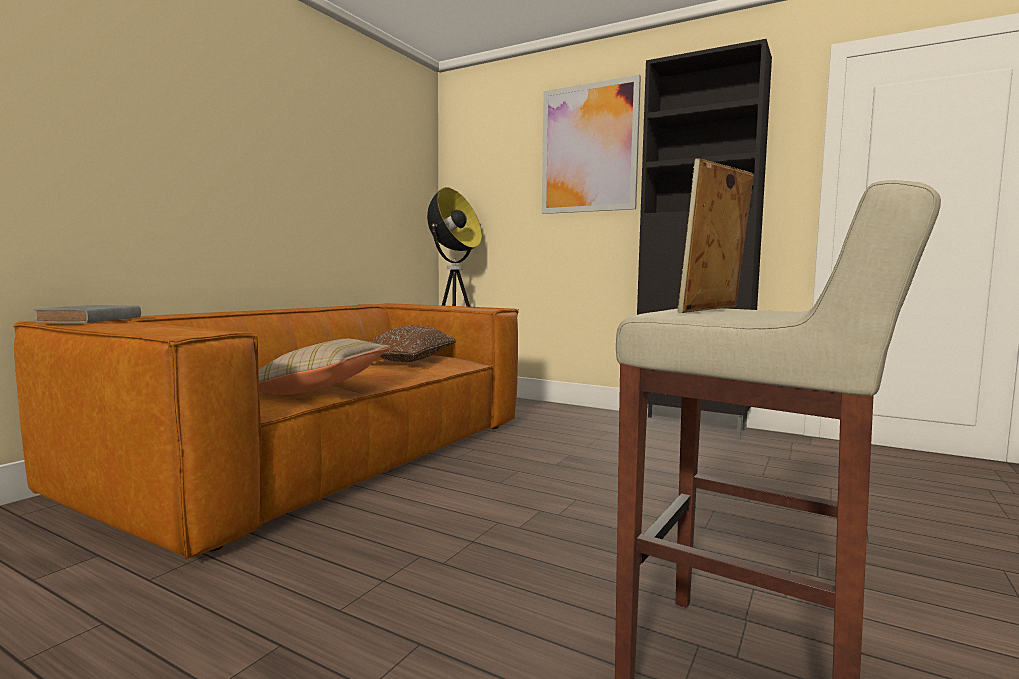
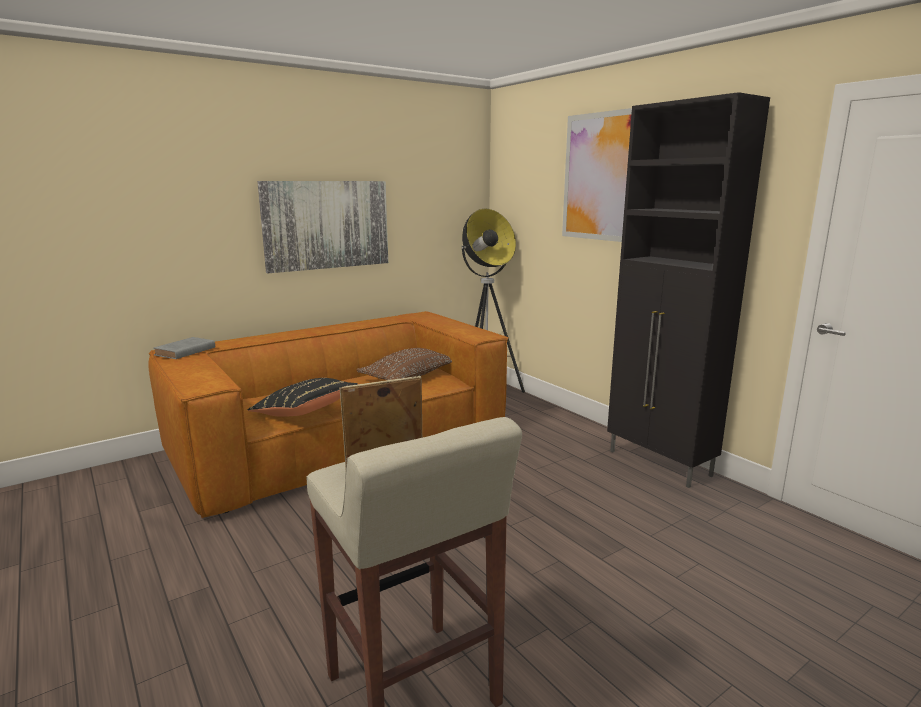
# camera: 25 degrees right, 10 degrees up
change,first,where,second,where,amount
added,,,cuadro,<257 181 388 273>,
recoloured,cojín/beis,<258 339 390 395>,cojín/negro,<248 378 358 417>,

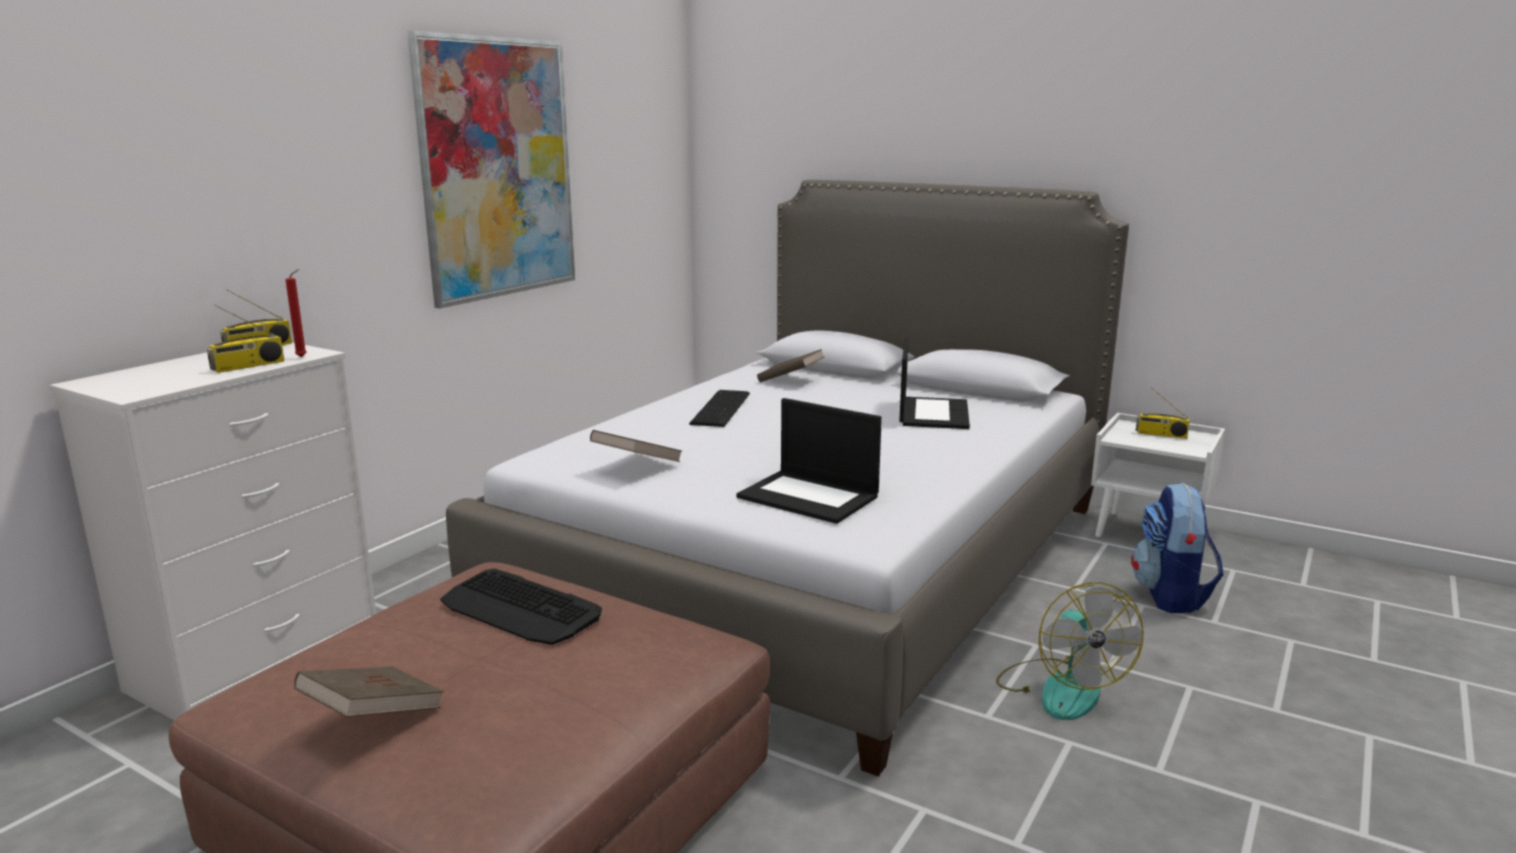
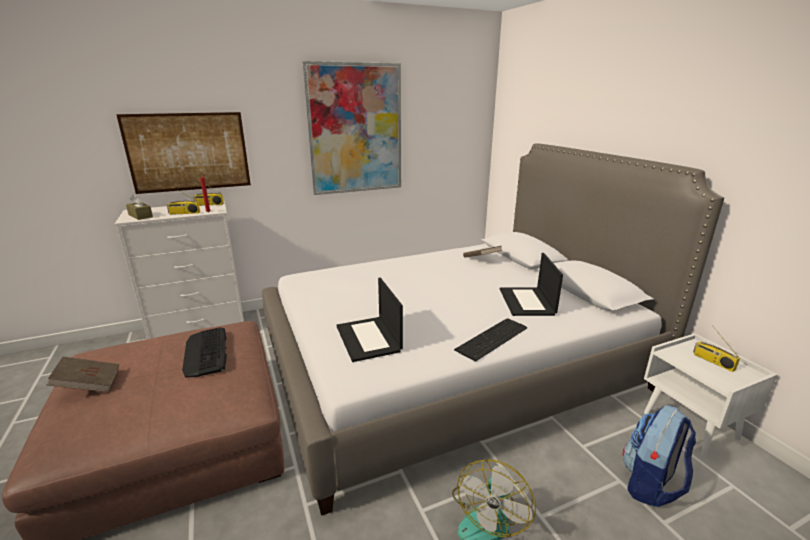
# camera: 35 degrees right, 5 degrees up
change,first,where,second,where,amount
removed,libro/marrón,<590 430 682 462>,,,
added,,,cuadro,<116 112 251 194>,
added,,,caja de pañuelos/marrón,<126 194 153 220>,
moved,teclado,<689 390 750 427>,,<454 319 527 362>,
turned,portátil,<899 338 970 429>,,<500 253 563 316>,135 degrees clockwise

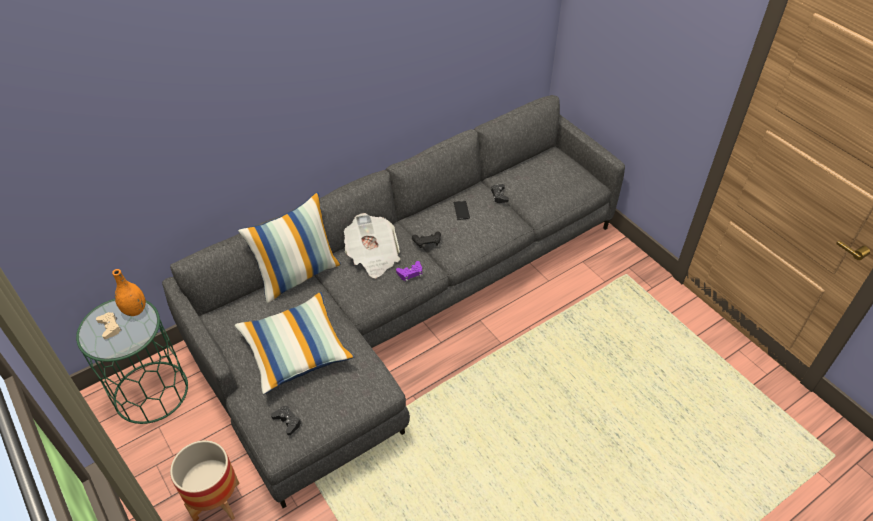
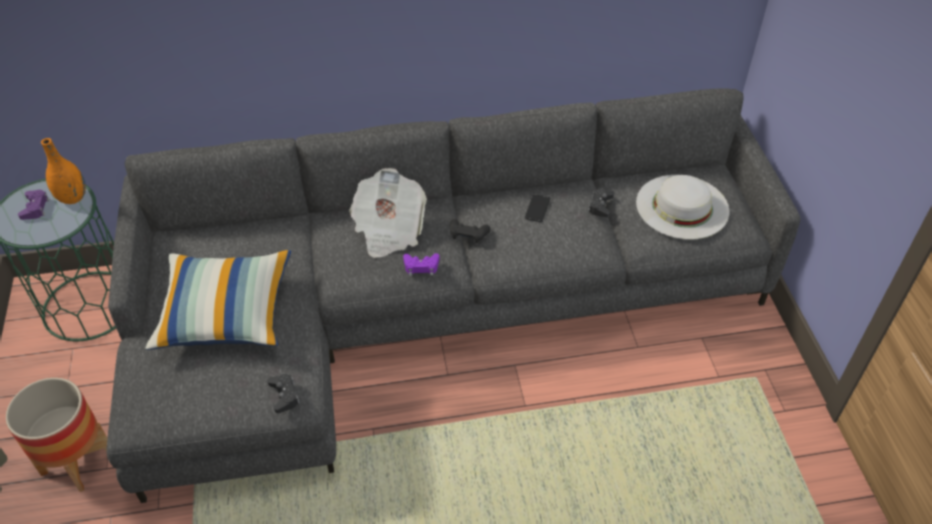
# camera: 25 degrees right, 0 degrees up
change,first,where,second,where,amount
removed,cojín,<238 192 341 303>,,,
added,,,sombrero/blanco,<636 175 730 240>,
moved,mando de consola/negro,<271 406 302 435>,,<267 374 300 413>,
recoloured,mando de consola/beis,<96 312 122 339>,mando de consola/morado,<18 190 49 220>,

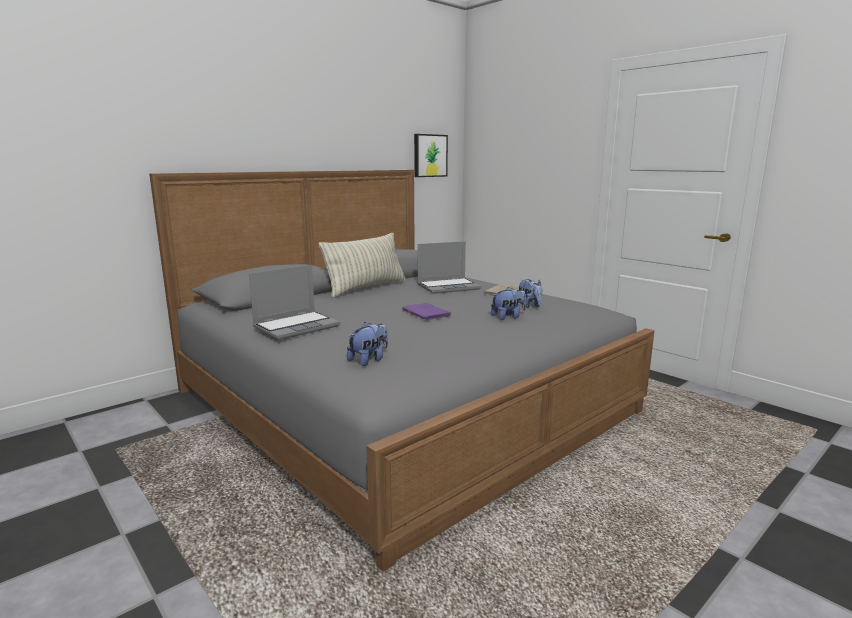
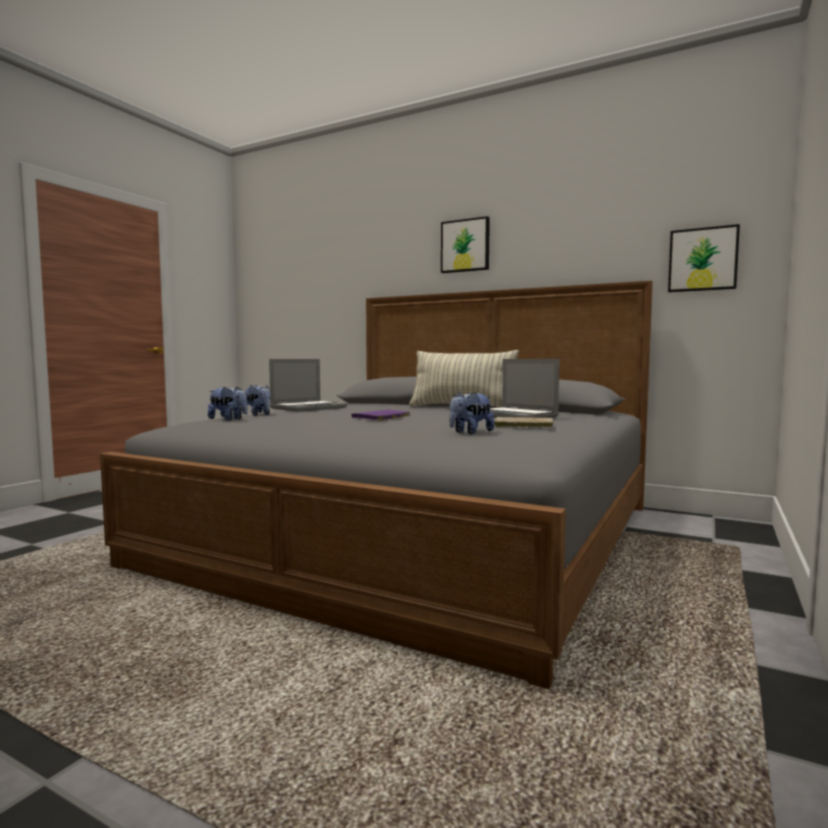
# camera: 70 degrees right, 10 degrees down
change,first,where,second,where,amount
added,,,cuadro,<441 216 490 273>,
moved,peluche,<491 287 526 320>,,<242 385 271 416>,
turned,portátil,<249 265 340 340>,,<269 359 347 412>,75 degrees counterclockwise

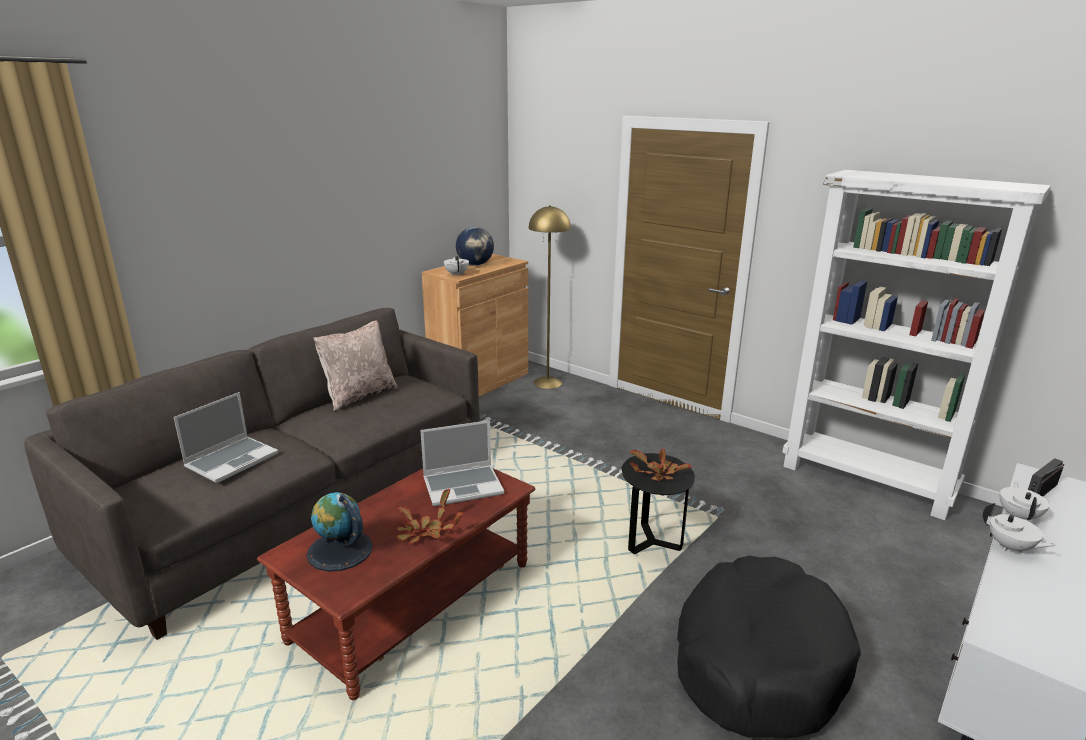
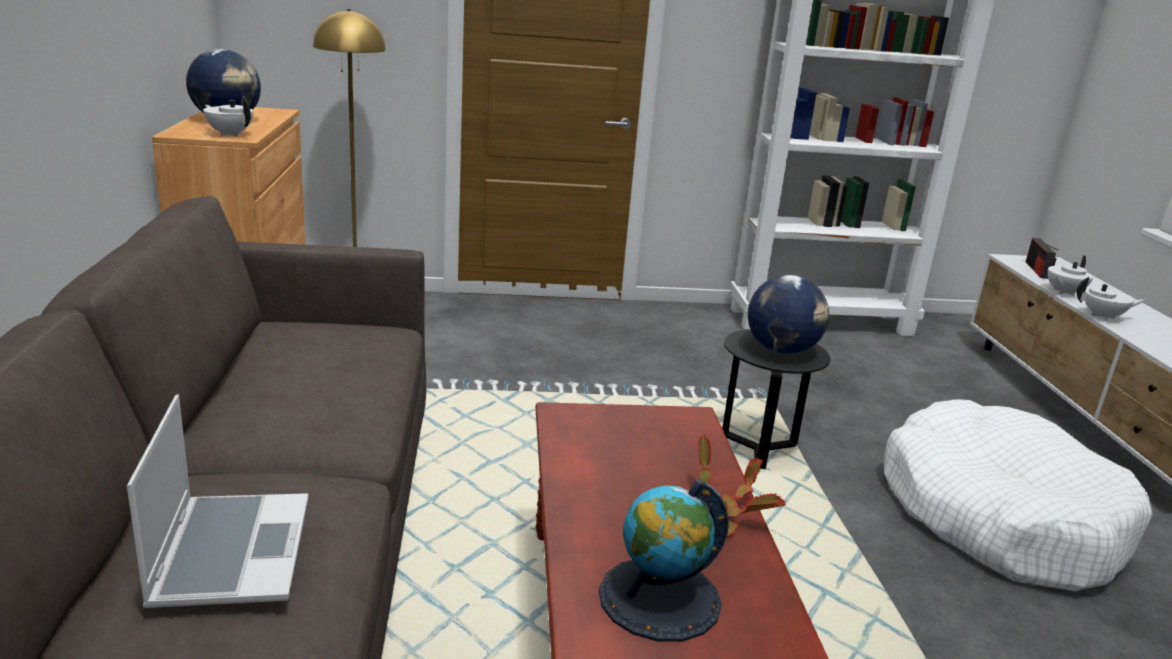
# camera: 45 degrees left, 0 degrees up
change,first,where,second,where,amount
removed,cojín/beis,<313 320 398 411>,,,
removed,portátil,<421 420 504 506>,,,
replaced,planta en maceta,<630 449 692 481>,globo terráqueo,<748 275 829 355>,
recoloured,cama para perro/negro,<677 556 861 738>,cama para perro/blanco,<884 399 1153 592>,
turned,tetera/blanco,<1000 482 1050 520>,,<1047 255 1093 296>,105 degrees counterclockwise

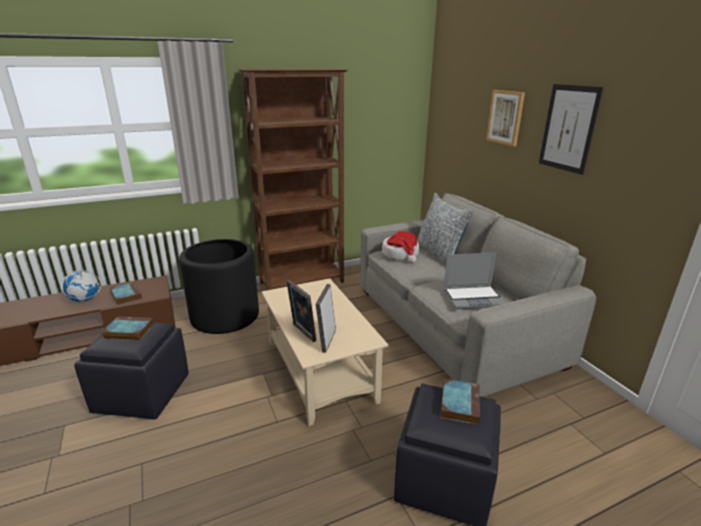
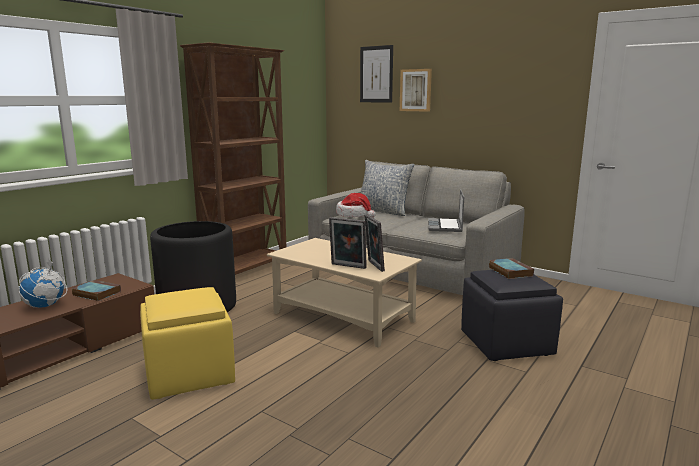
# camera: 30 degrees left, 10 degrees down
change,first,where,second,where,amount
removed,libro,<102 316 154 340>,,,
moved,cuadro,<539 84 604 175>,,<360 45 393 103>,
recoloured,puf/negro,<74 322 189 420>,puf/amarillo,<140 287 235 400>,
turned,portátil,<443 252 506 309>,,<428 189 464 232>,135 degrees clockwise

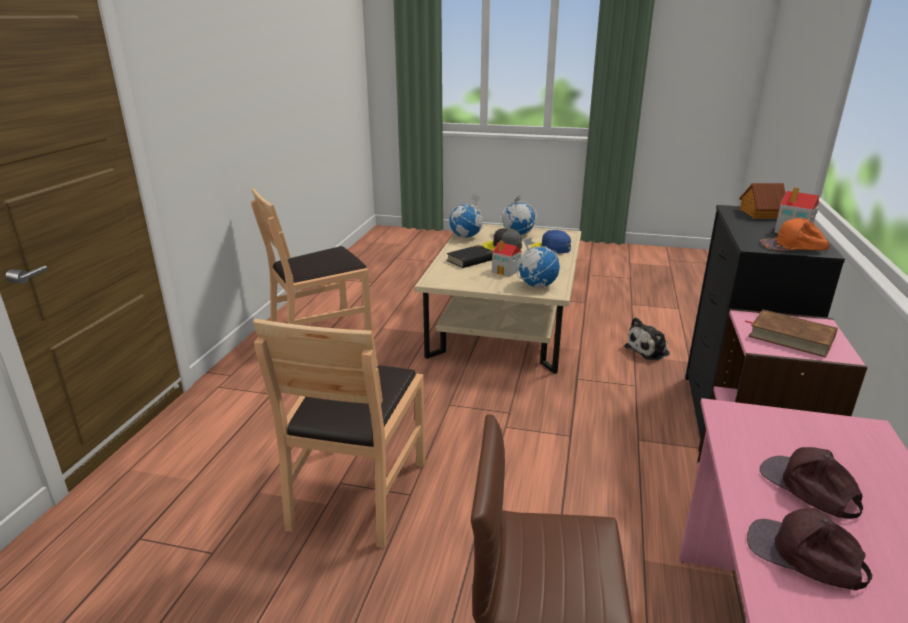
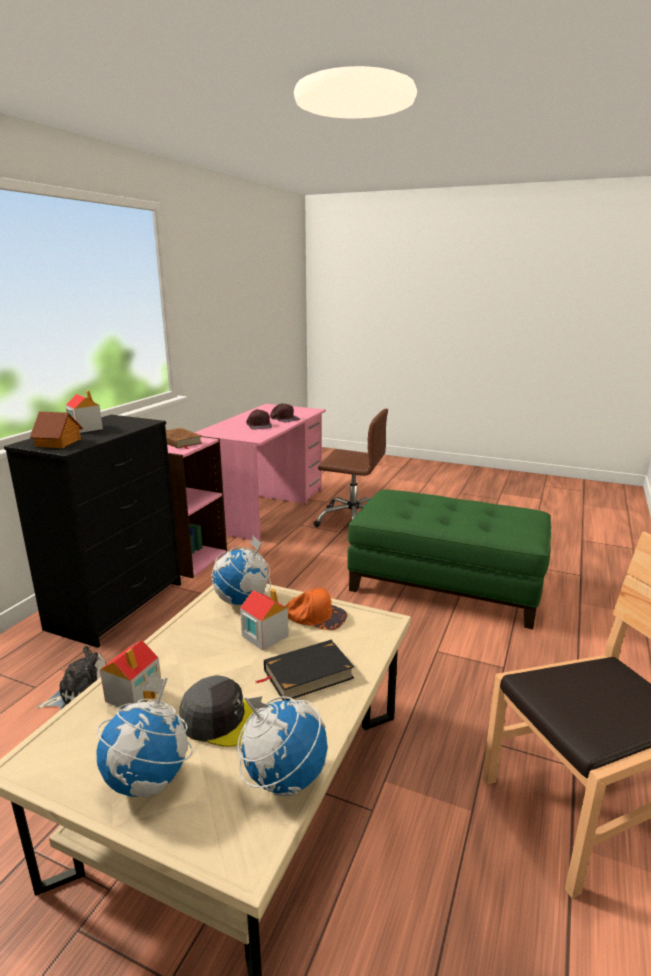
# camera: 170 degrees left, 5 degrees down
change,first,where,second,where,amount
moved,gorra/naranja,<760 218 830 251>,,<285 588 347 630>,
replaced,silla/marrón,<253 319 426 548>,puf/verde,<347 490 551 629>,
replaced,gorra/azul,<531 230 571 254>,casita,<100 640 162 709>,

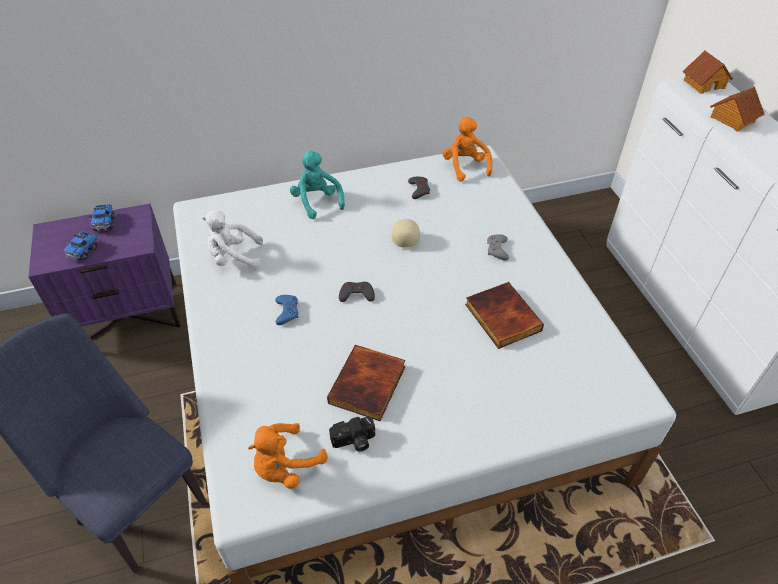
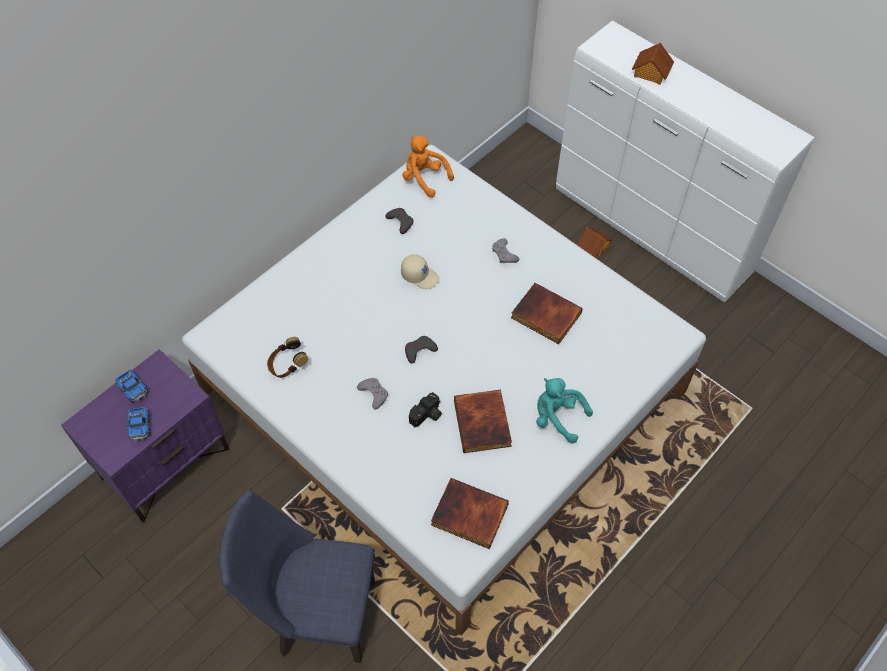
# camera: 30 degrees left, 10 degrees up
change,first,where,second,where,amount
moved,peluche/turquesa,<290 151 345 219>,,<536 378 593 443>,
moved,cámara,<329 417 375 452>,,<409 392 442 427>,
moved,casita,<682 50 733 94>,,<577 227 612 259>,
replaced,peluche/blanco,<202 210 263 269>,auriculares,<267 337 308 378>,
replaced,peluche/naranja,<248 423 327 489>,libro,<431 478 509 549>,
recoloured,mando de consola/azul,<275 295 298 325>,mando de consola/gris,<357 378 388 410>,
turned,gorra/beis,<392 219 420 248>,,<401 254 439 289>,150 degrees clockwise

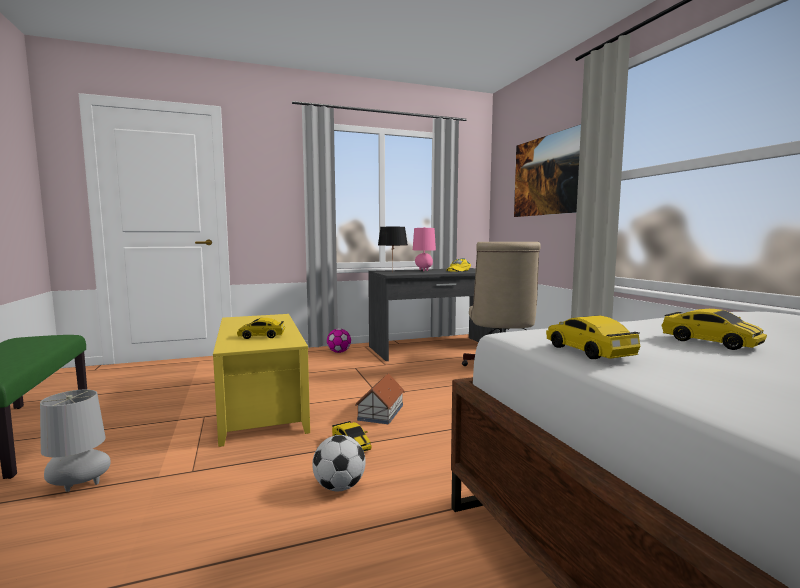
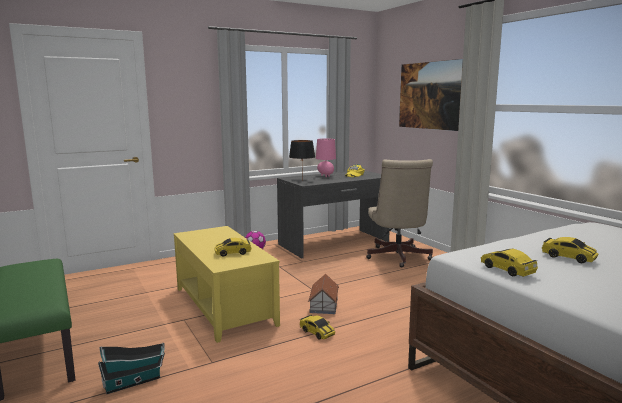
# camera: 10 degrees left, 5 degrees up
change,first,where,second,where,amount
removed,balón de fútbol,<312 435 366 491>,,,
replaced,lámpara de mesa/gris,<40 389 111 492>,casita,<98 343 165 394>,

